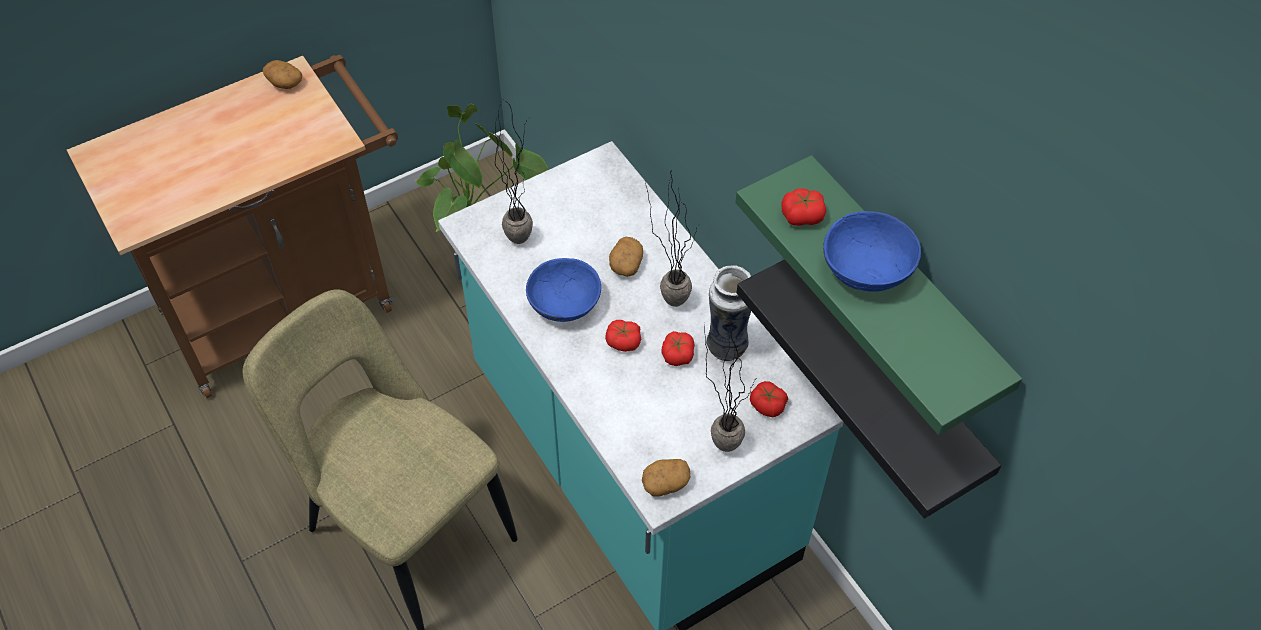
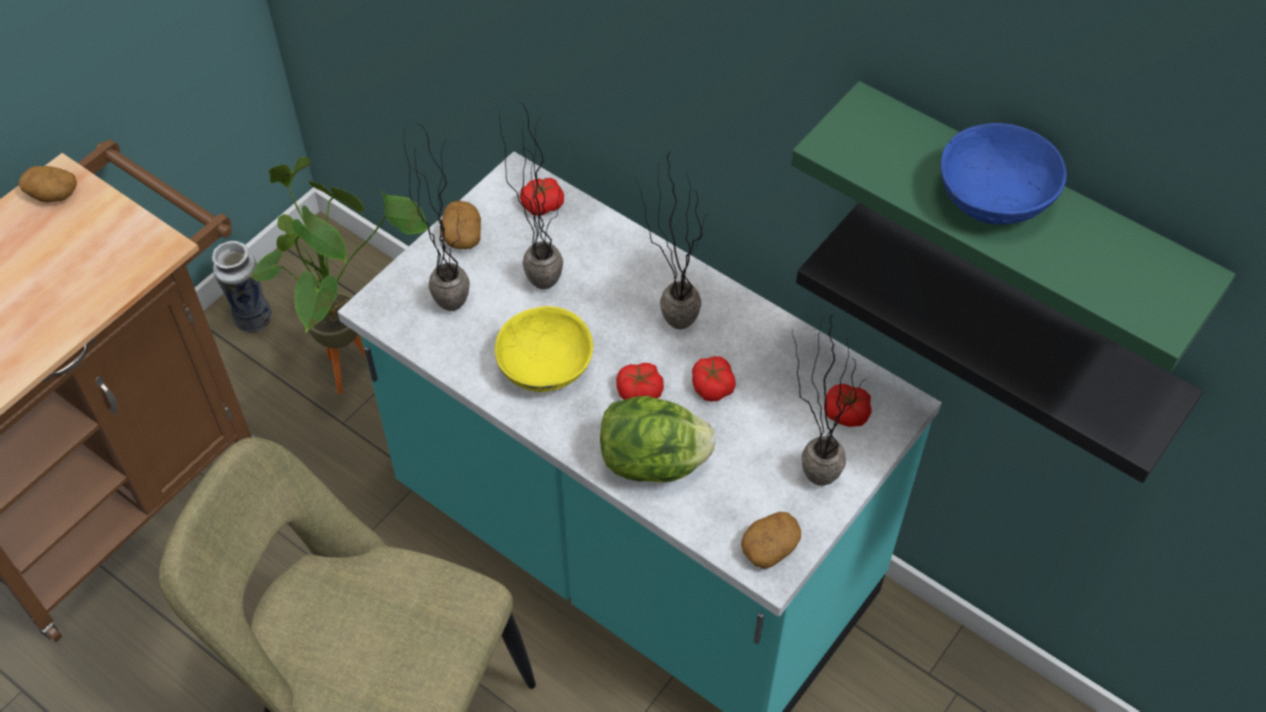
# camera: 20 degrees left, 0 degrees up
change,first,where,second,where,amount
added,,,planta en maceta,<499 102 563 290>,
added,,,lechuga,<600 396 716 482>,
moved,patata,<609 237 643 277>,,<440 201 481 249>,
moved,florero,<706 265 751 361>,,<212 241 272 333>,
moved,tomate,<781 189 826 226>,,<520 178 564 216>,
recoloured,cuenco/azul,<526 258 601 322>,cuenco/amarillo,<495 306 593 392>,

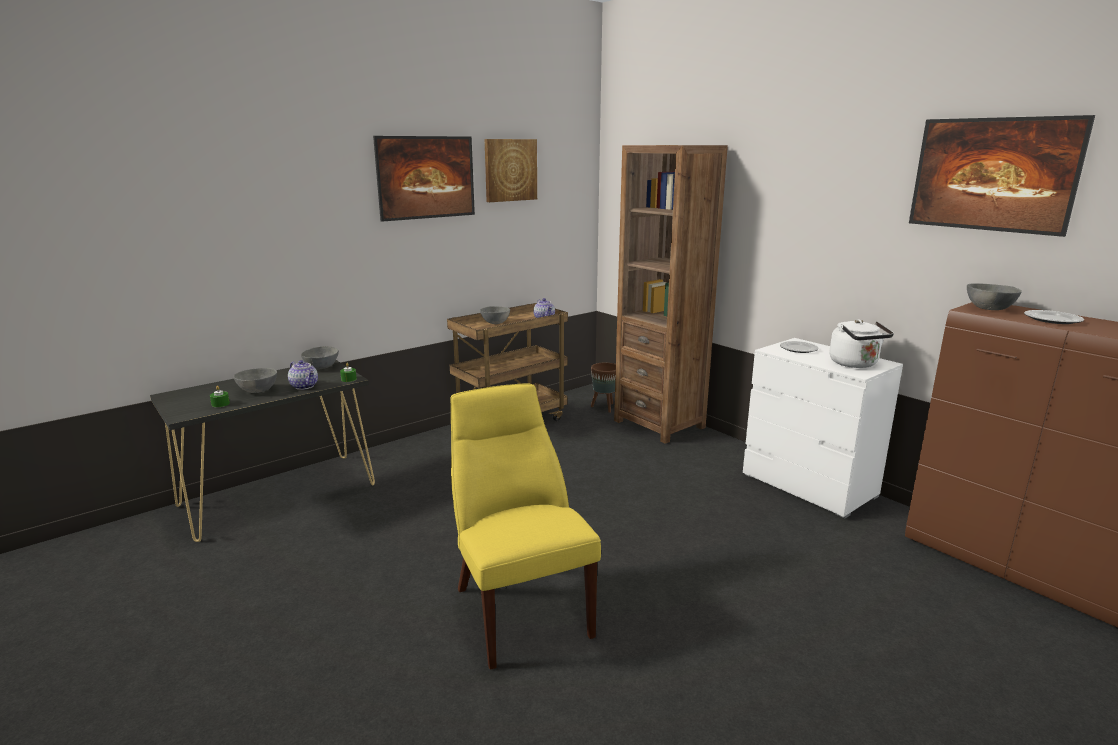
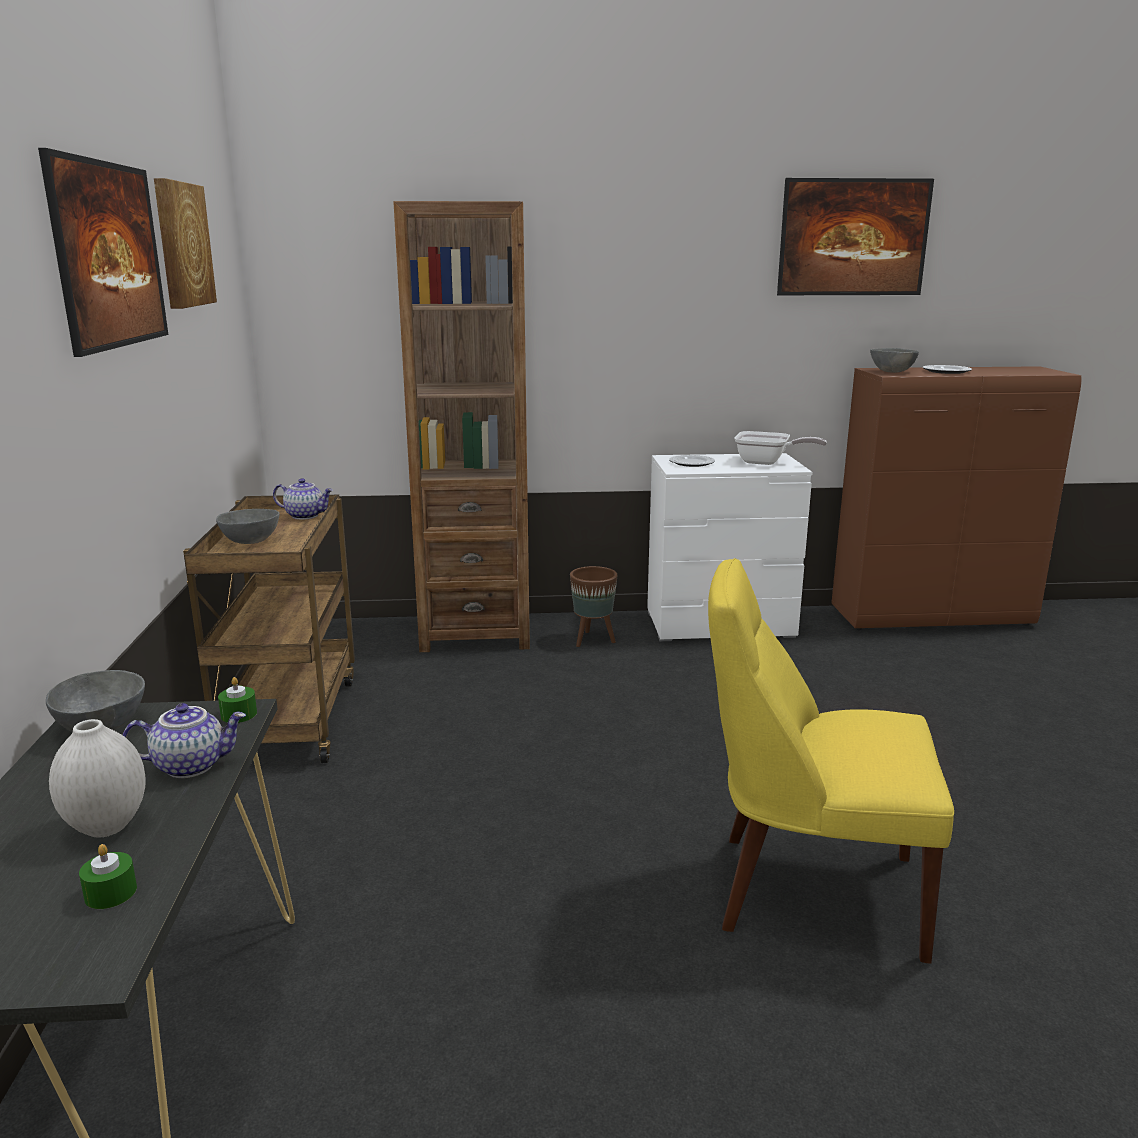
# camera: 55 degrees left, 0 degrees up
change,first,where,second,where,amount
moved,maceta/marrón,<591 363 616 413>,,<570 566 618 647>,
replaced,cuenco/gris,<234 368 277 393>,florero/blanco,<49 719 146 837>,
replaced,hervidor/blanco,<829 319 894 368>,sartén,<734 431 827 465>,

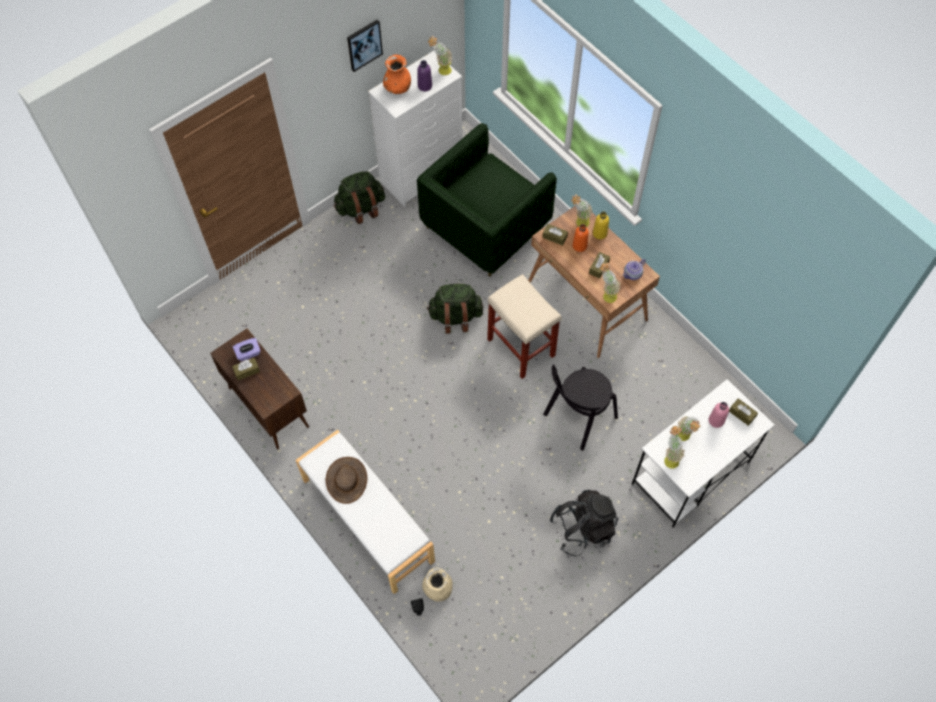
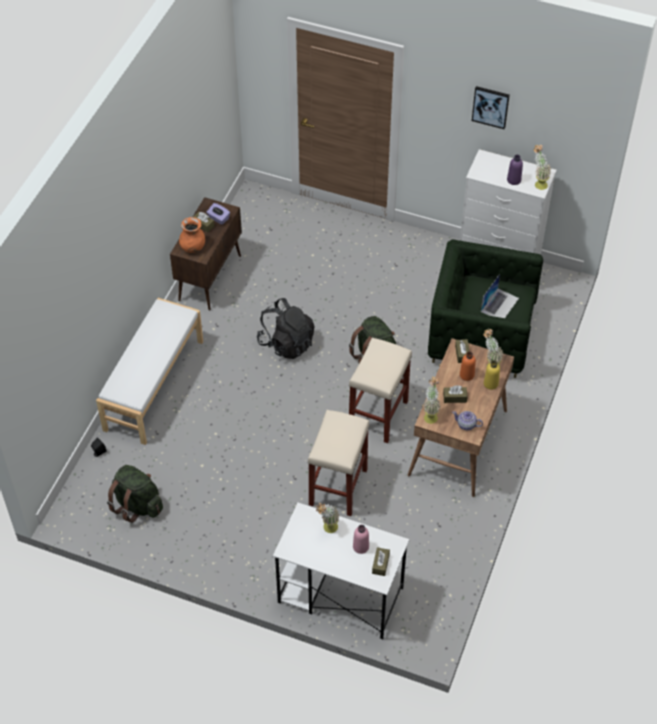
# camera: 60 degrees right, 10 degrees down
change,first,where,second,where,amount
removed,sombrero/marrón,<326 457 367 504>,,,
removed,florero/beis,<422 567 453 601>,,,
removed,planta en maceta,<664 426 685 469>,,,
added,,,portátil,<481 274 519 318>,
moved,mochila/verde,<333 171 385 224>,,<107 465 163 523>,
moved,florero/naranja,<383 55 411 94>,,<179 217 205 253>,
moved,mochila/negro,<549 490 618 556>,,<257 298 315 359>,
replaced,silla/negro,<543 365 618 451>,taburete/beis,<307 410 370 516>,

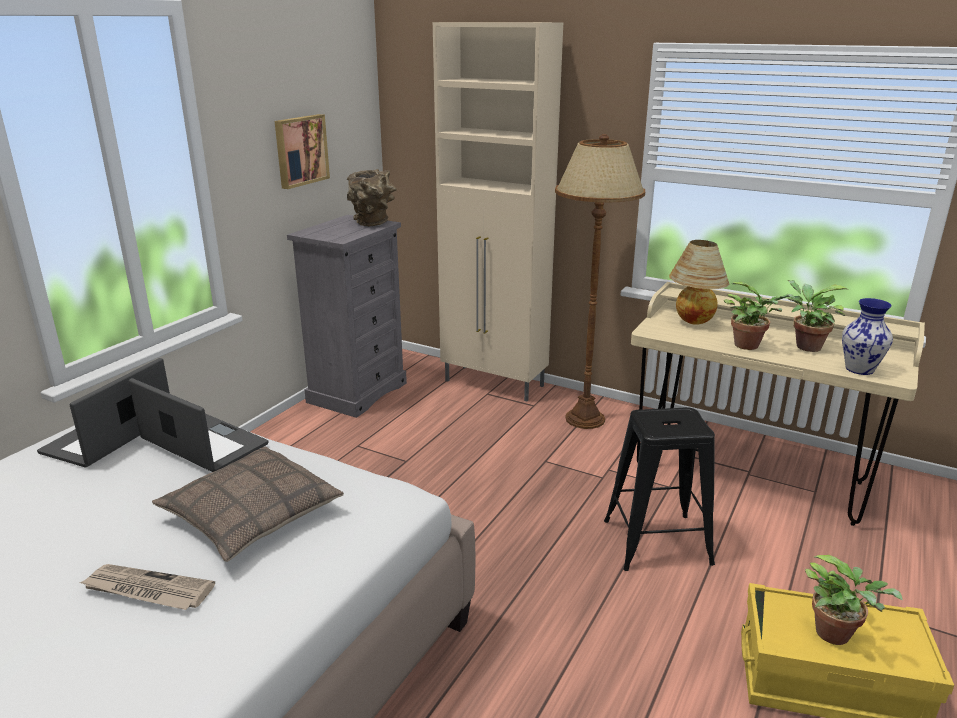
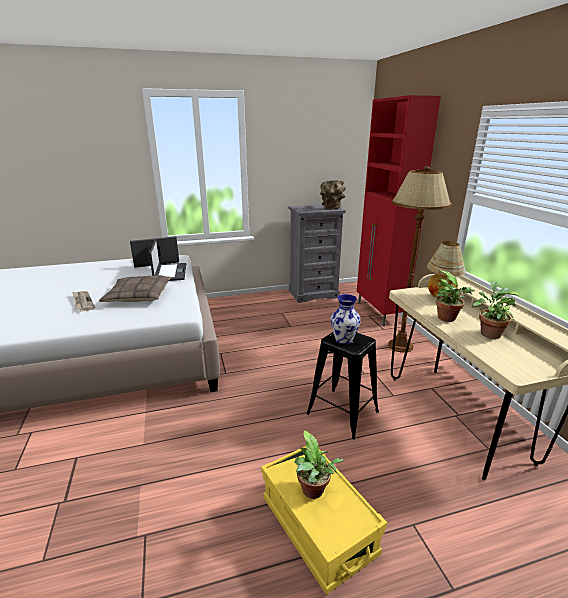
# camera: 45 degrees right, 0 degrees up
change,first,where,second,where,amount
removed,cuadro,<275 114 330 189>,,,
moved,florero,<842 298 893 375>,,<331 294 361 344>,
recoloured,armario/beis,<433 22 563 401>,armario/rojo,<357 95 441 326>,

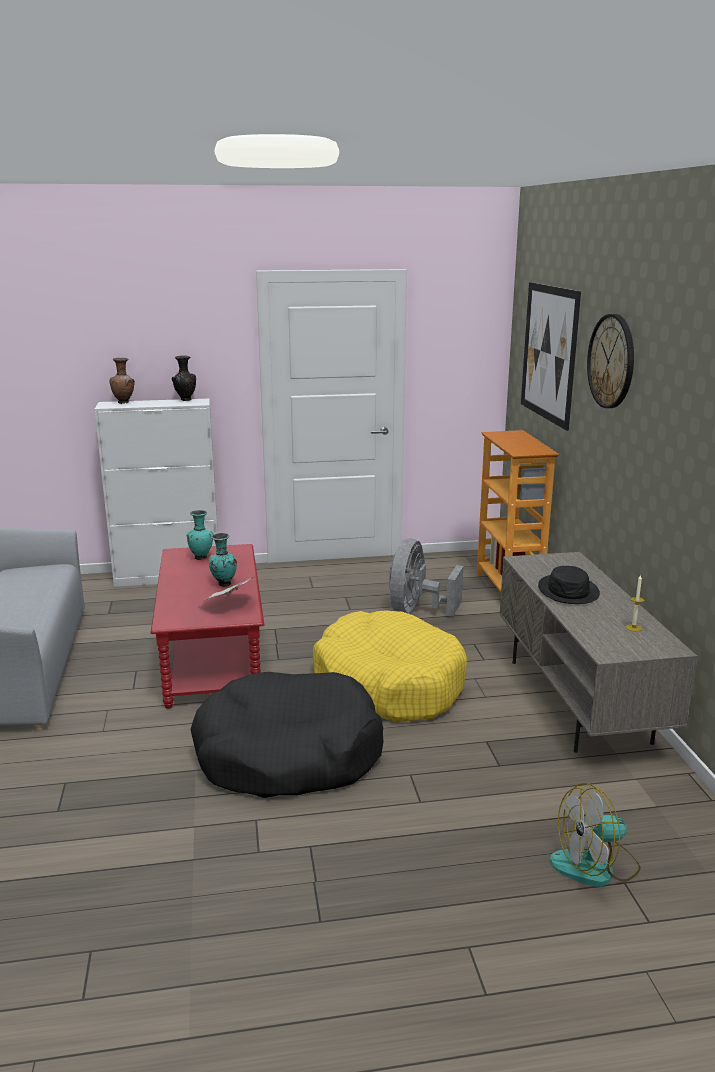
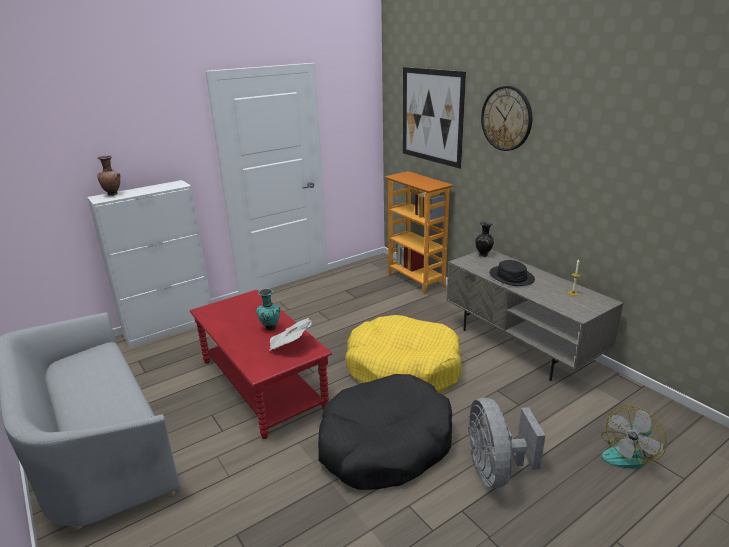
# camera: 25 degrees left, 5 degrees up
change,first,where,second,where,amount
removed,florero/turquesa,<187 510 213 560>,,,
moved,florero/negro,<172 356 196 401>,,<475 221 494 257>,
moved,ventilador/gris,<389 539 463 617>,,<468 398 545 488>,

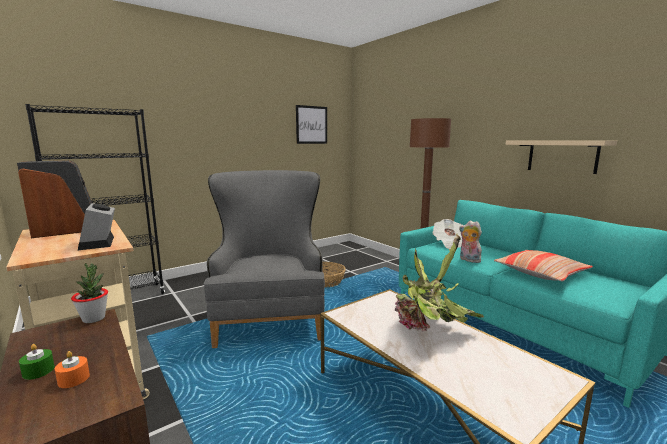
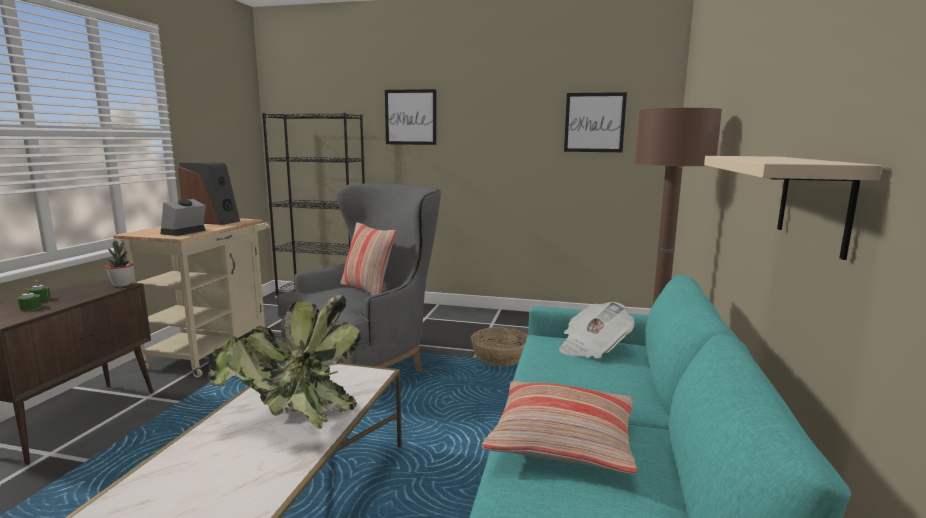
# camera: 50 degrees right, 0 degrees up
change,first,where,second,where,amount
removed,peluche,<459 221 483 263>,,,
added,,,cojín,<340 222 397 295>,
added,,,cuadro,<385 89 437 145>,
recoloured,vela/naranja,<55 351 90 388>,vela/verde,<17 287 42 311>,

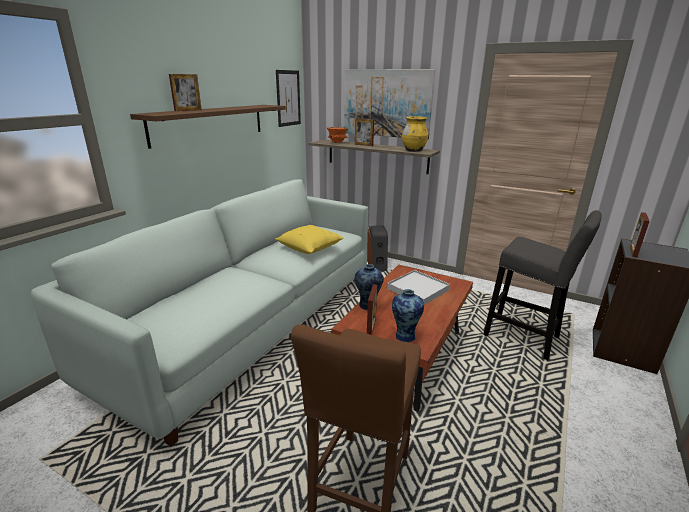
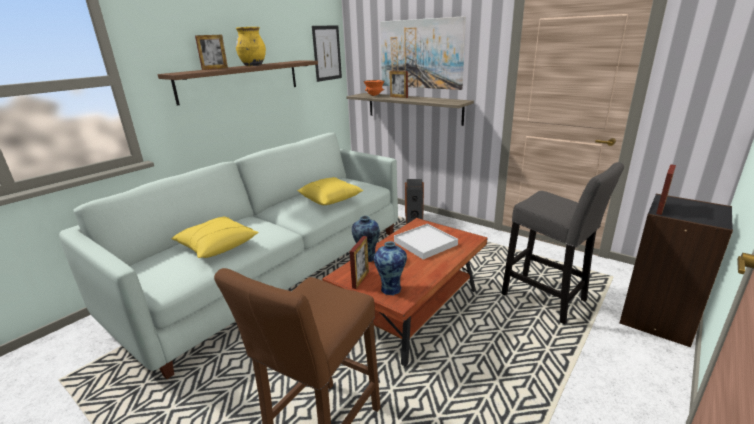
# camera: 10 degrees right, 0 degrees up
change,first,where,second,where,amount
added,,,cojín/amarillo,<171 217 259 258>,
moved,florero/amarillo,<402 116 428 152>,,<236 27 266 66>,

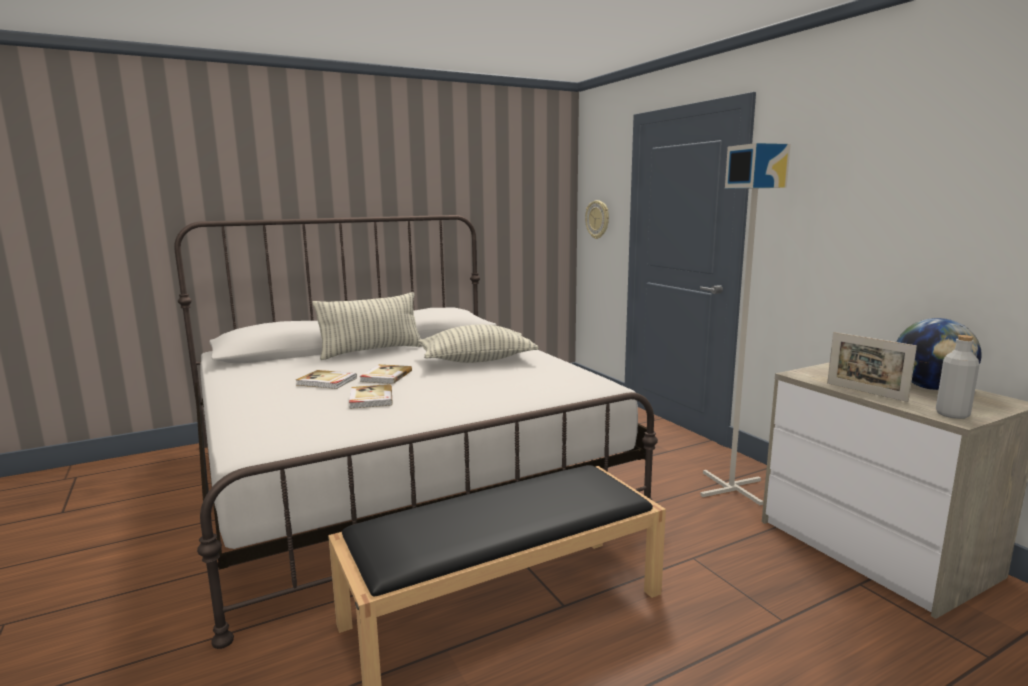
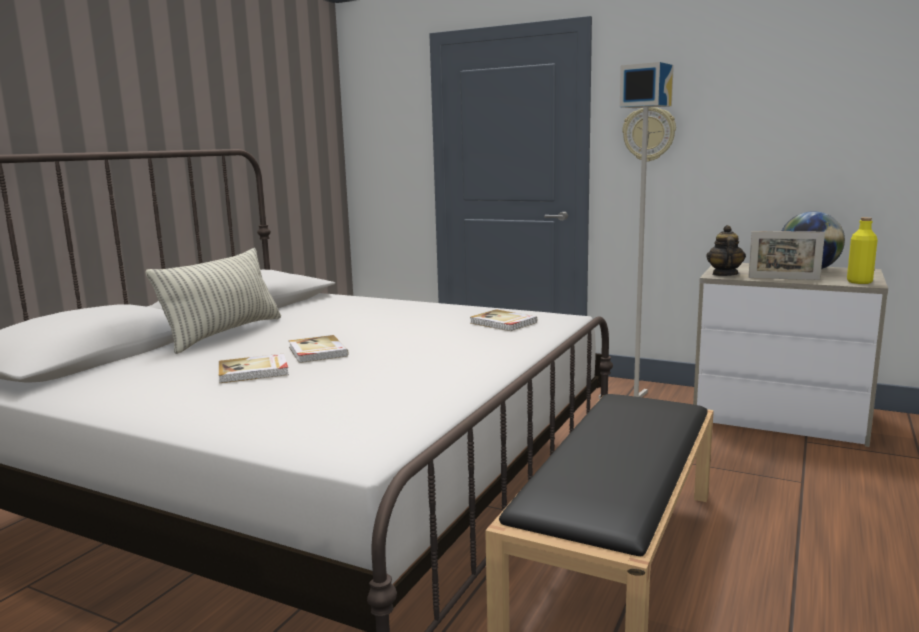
# camera: 35 degrees left, 0 degrees up
change,first,where,second,where,amount
removed,cojín,<418 324 539 363>,,,
added,,,tetera,<706 225 746 276>,
moved,libro,<349 384 393 409>,,<470 309 537 331>,
moved,reloj de pared,<585 200 609 239>,,<622 107 676 162>,
recoloured,botella/gris,<936 335 979 419>,botella/amarillo,<847 217 877 284>,

